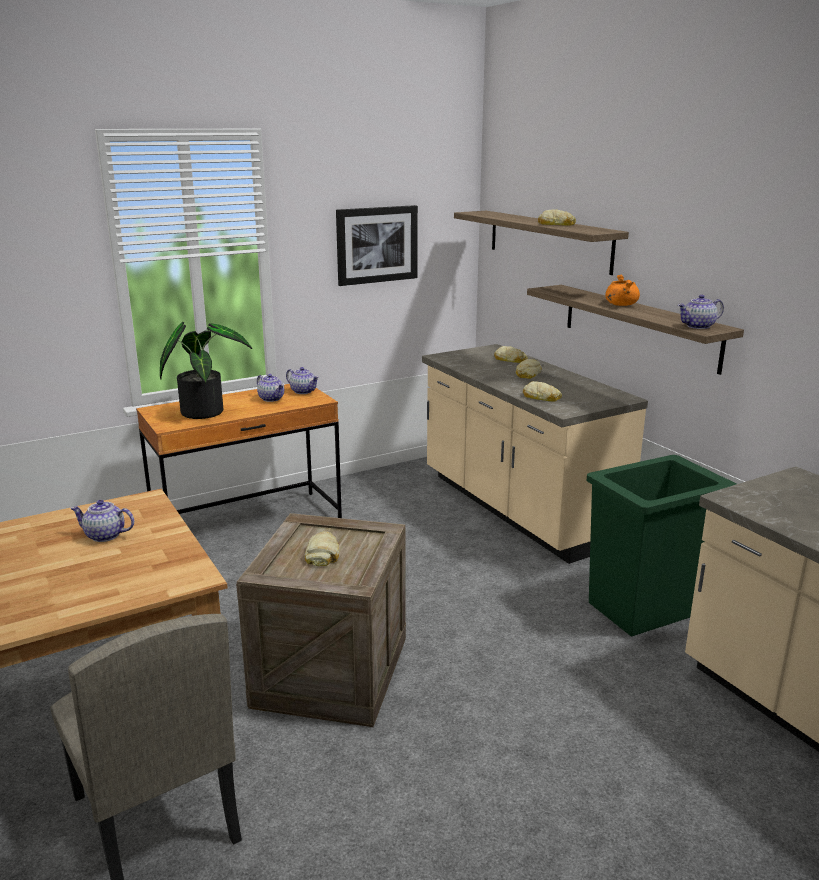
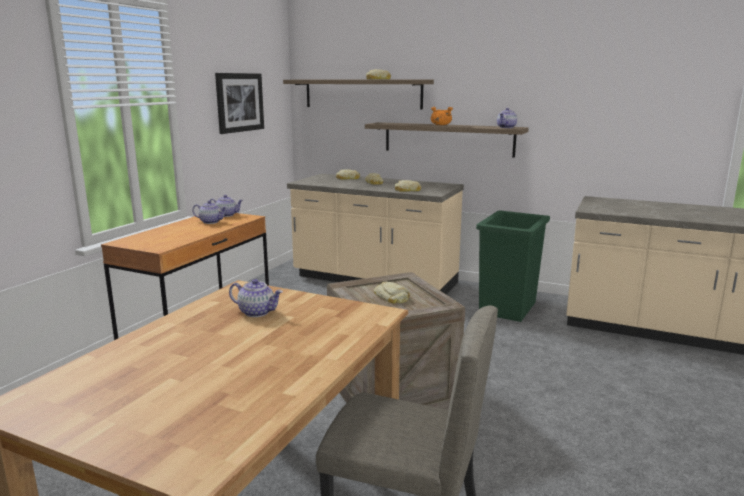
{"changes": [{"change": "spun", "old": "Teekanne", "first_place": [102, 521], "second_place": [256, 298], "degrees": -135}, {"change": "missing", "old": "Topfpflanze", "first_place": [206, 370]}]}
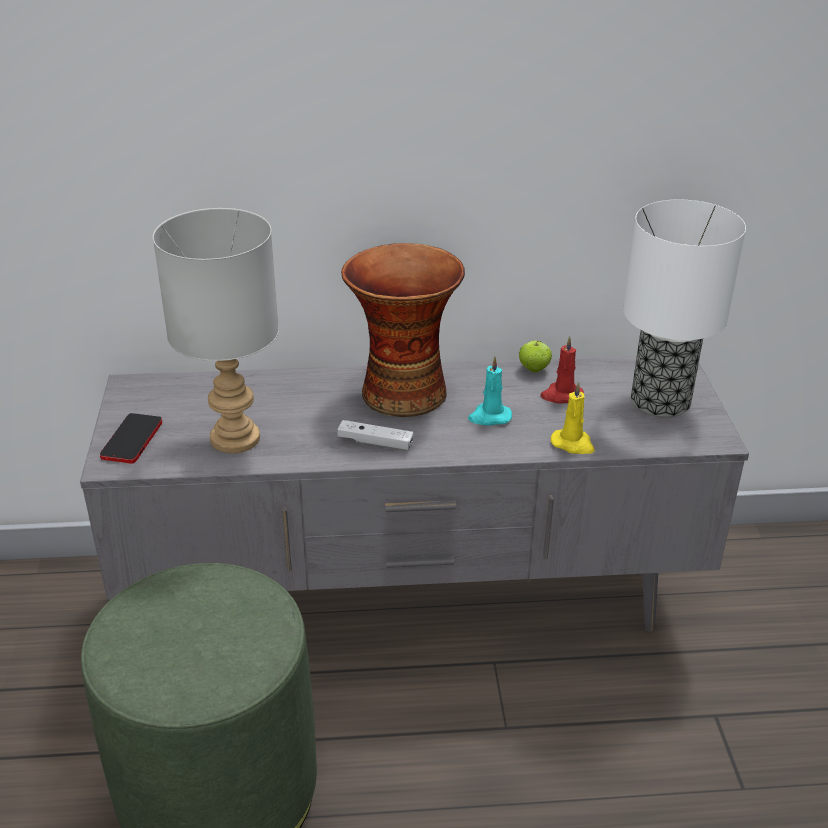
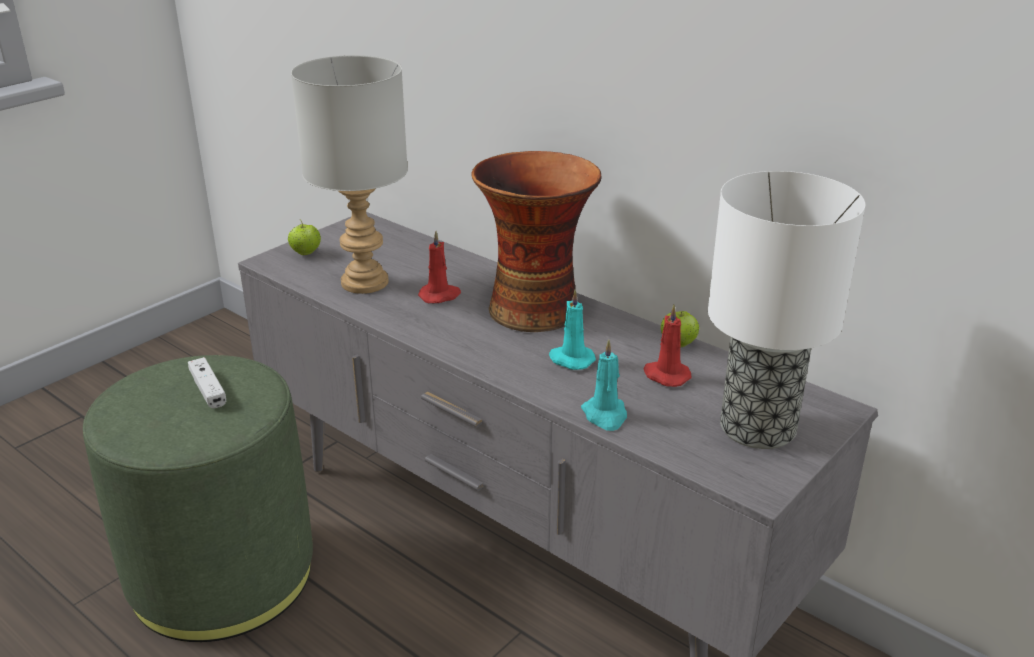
{"changes": [{"change": "exchanged", "old": "Handy", "new": "Apfel", "first_place": [131, 438], "second_place": [304, 237]}, {"change": "relocated", "old": "Gamepad (weiß)", "first_place": [375, 435], "second_place": [207, 382]}, {"change": "colour", "old": "Kerze (gelb)", "new": "Kerze (türkis)", "first_place": [573, 418], "second_place": [604, 385]}, {"change": "appeared", "new": "Kerze (rot)", "second_place": [439, 267]}]}
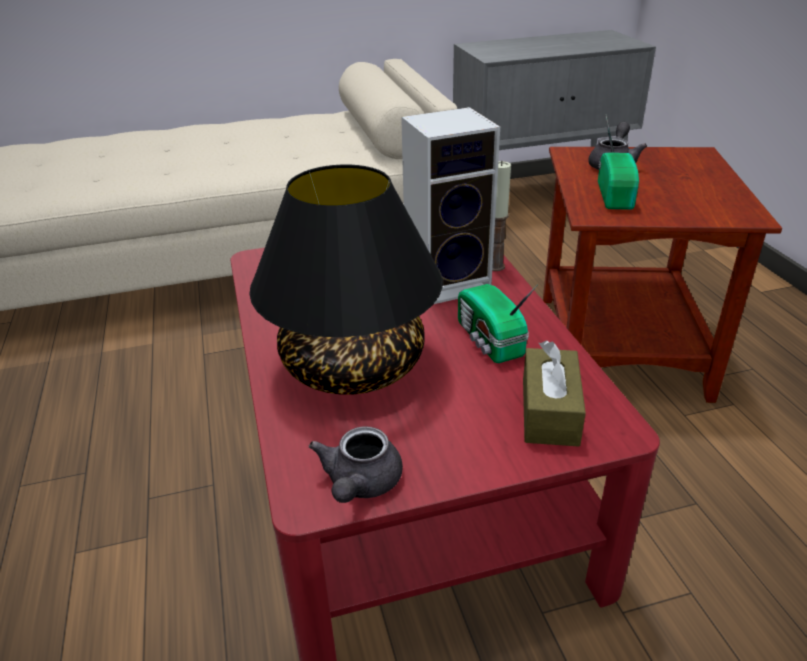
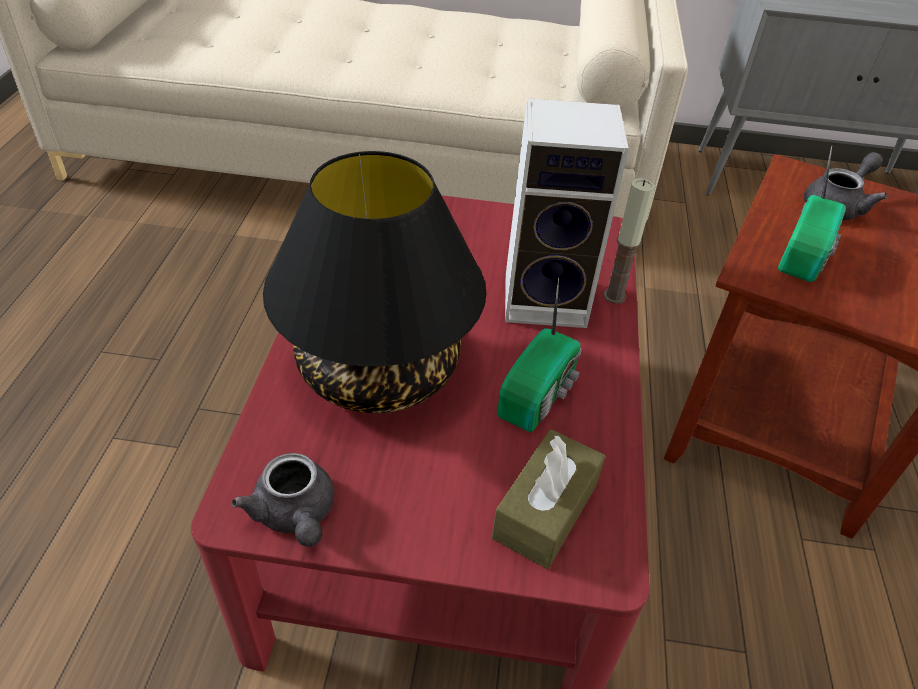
{"changes": [{"change": "spun", "old": "Teekanne (grau)", "first_place": [356, 464], "second_place": [282, 500], "degrees": -60}, {"change": "spun", "old": "Radio", "first_place": [498, 323], "second_place": [539, 355], "degrees": -150}]}
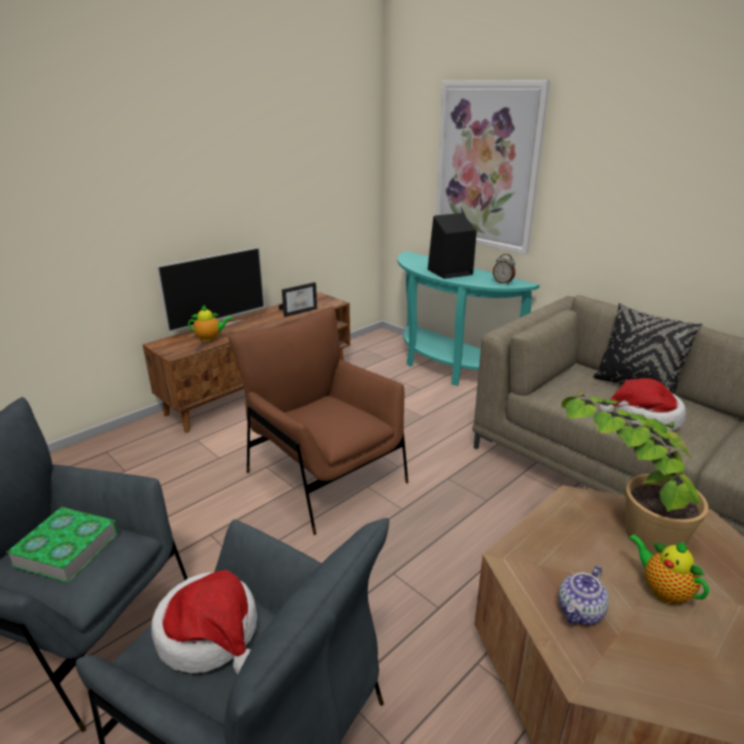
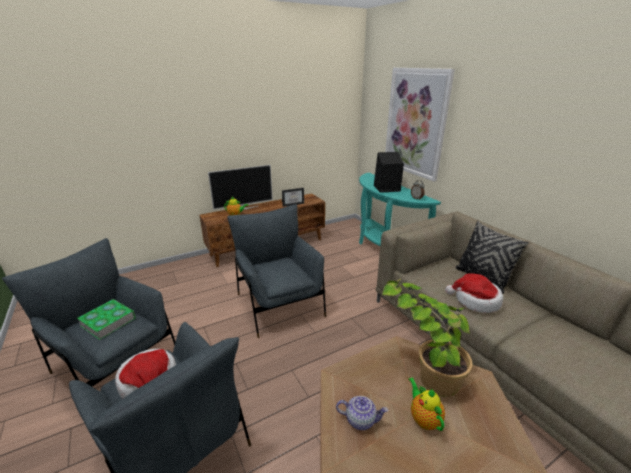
{"changes": [{"change": "colour", "old": "Sessel (braun)", "new": "Sessel (grau)", "first_place": [318, 420], "second_place": [276, 271]}, {"change": "spun", "old": "Teekanne", "first_place": [583, 595], "second_place": [362, 413], "degrees": -135}]}
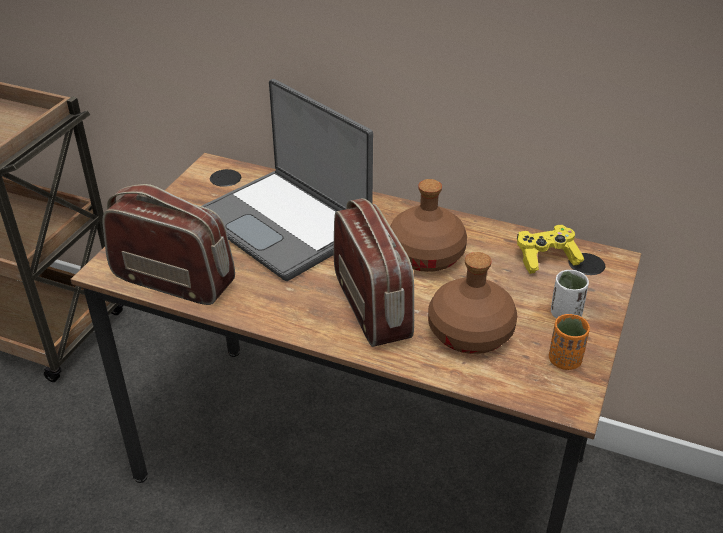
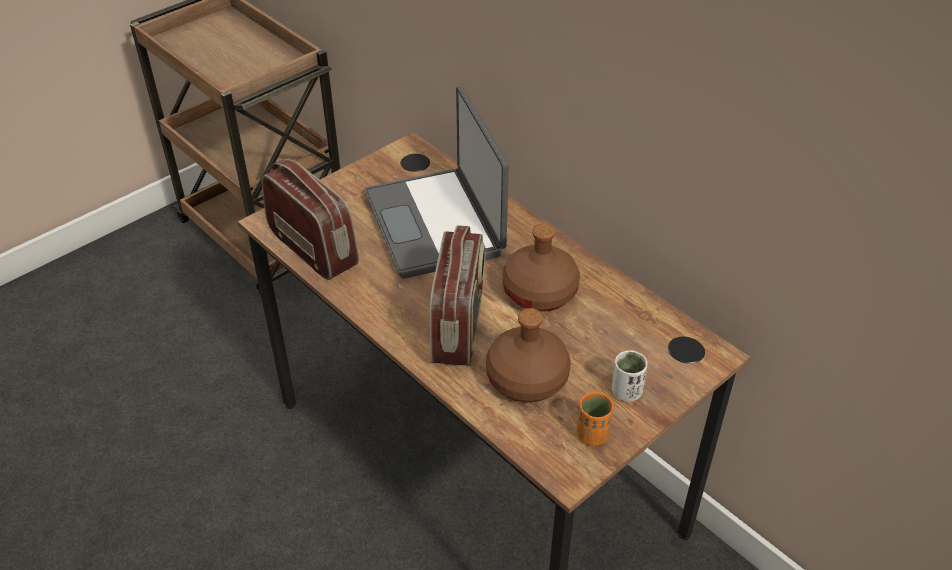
{"changes": [{"change": "missing", "old": "Gamepad (gelb)", "first_place": [550, 249]}]}
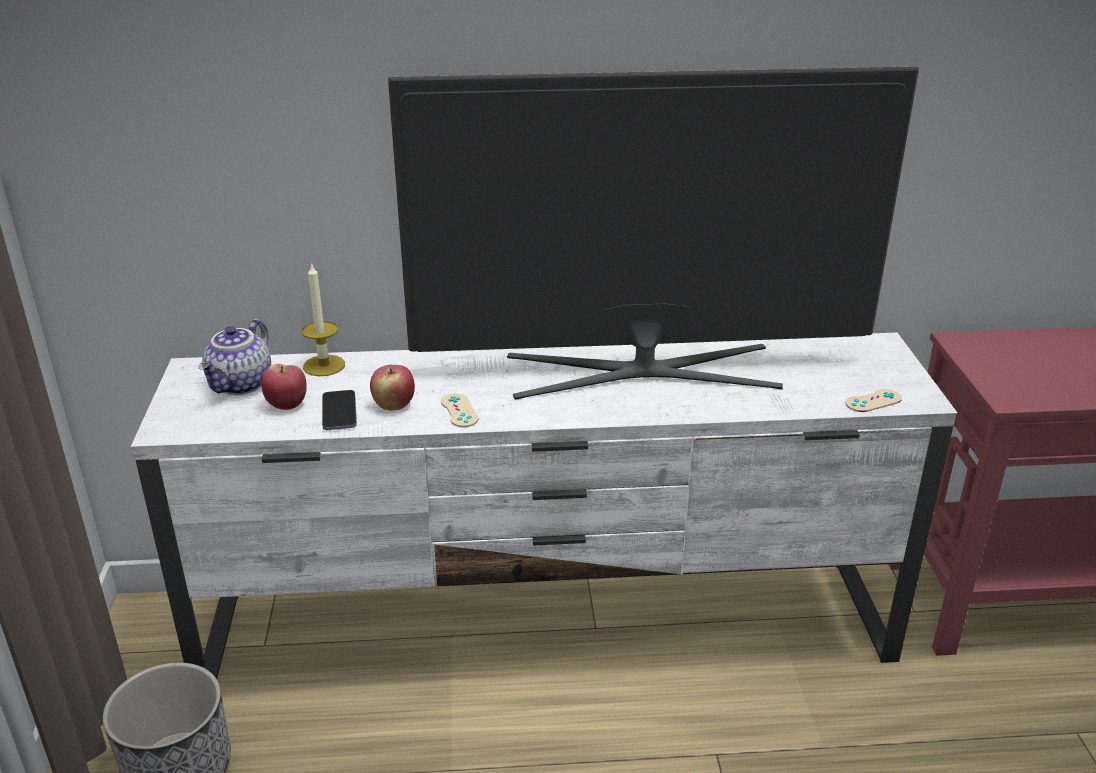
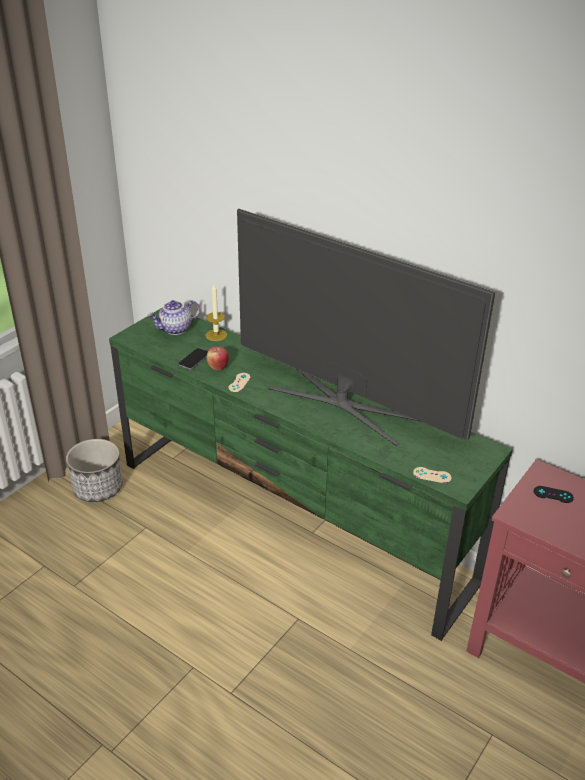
{"changes": [{"change": "colour", "old": "Fernsehschrank (weiß)", "new": "Fernsehschrank (grün)", "first_place": [544, 506], "second_place": [311, 475]}, {"change": "missing", "old": "Apfel", "first_place": [284, 387]}, {"change": "appeared", "new": "Gamepad (schwarz)", "second_place": [554, 494]}]}
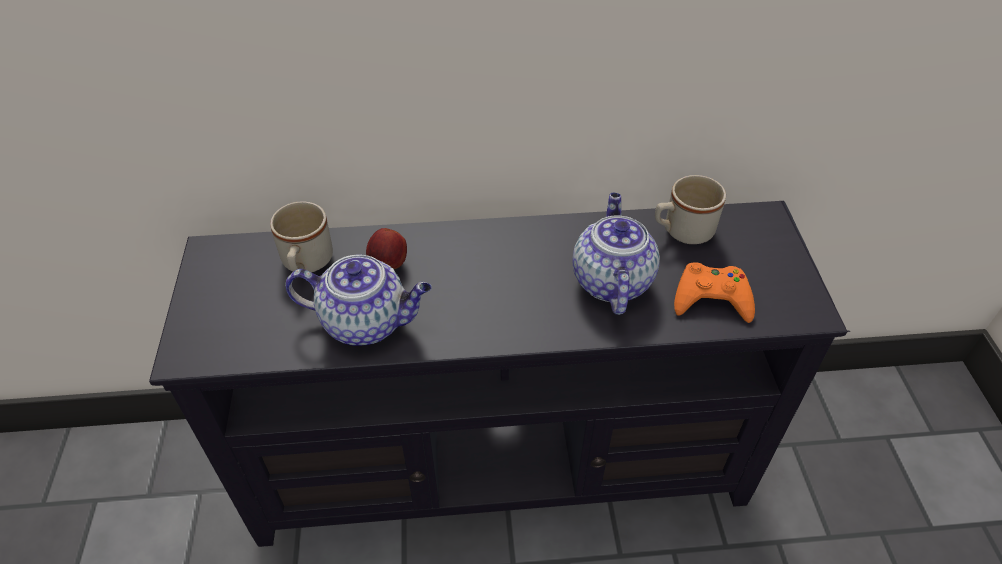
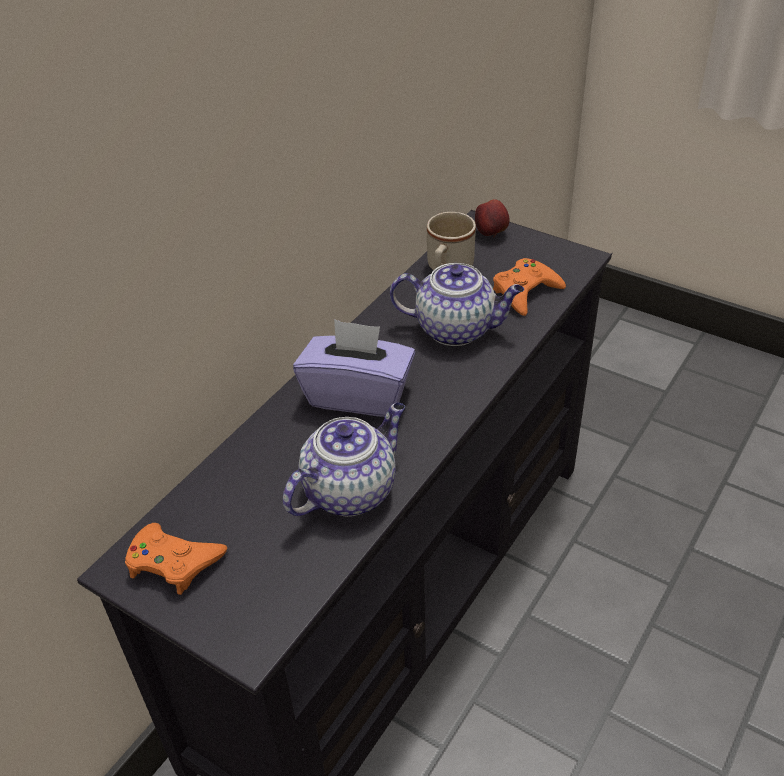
{"changes": [{"change": "missing", "old": "Henkelbecher (beige)", "first_place": [301, 237]}, {"change": "relocated", "old": "Apfel", "first_place": [386, 248], "second_place": [492, 218]}, {"change": "spun", "old": "Teekanne", "first_place": [616, 254], "second_place": [457, 304], "degrees": 150}, {"change": "appeared", "new": "Gamepad (orange)", "second_place": [176, 559]}, {"change": "appeared", "new": "Taschentuchbox (lila)", "second_place": [354, 368]}]}
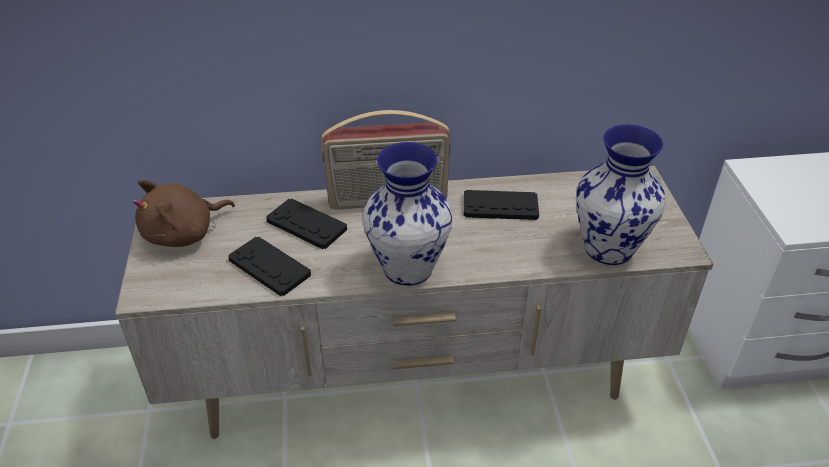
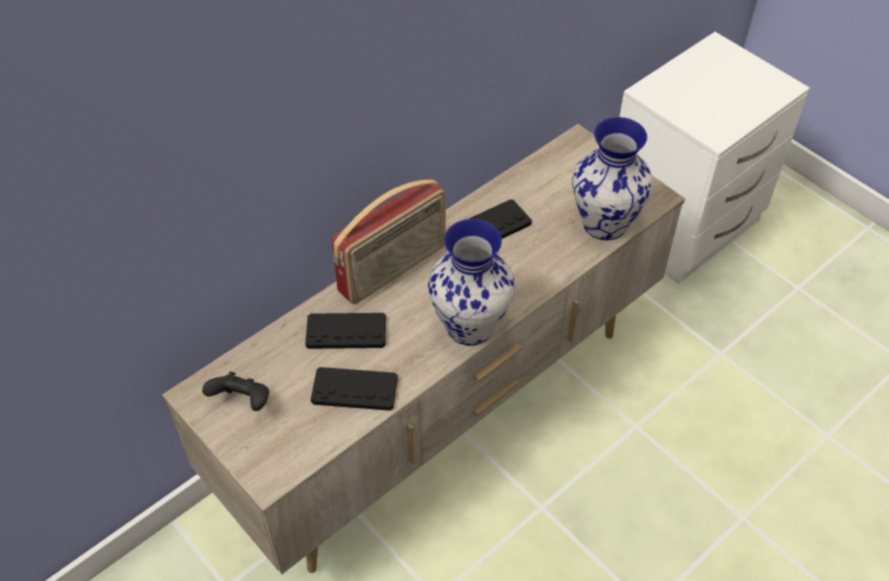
{"changes": [{"change": "exchanged", "old": "Plüschtier (braun)", "new": "Gamepad (schwarz)", "first_place": [184, 213], "second_place": [235, 391]}]}
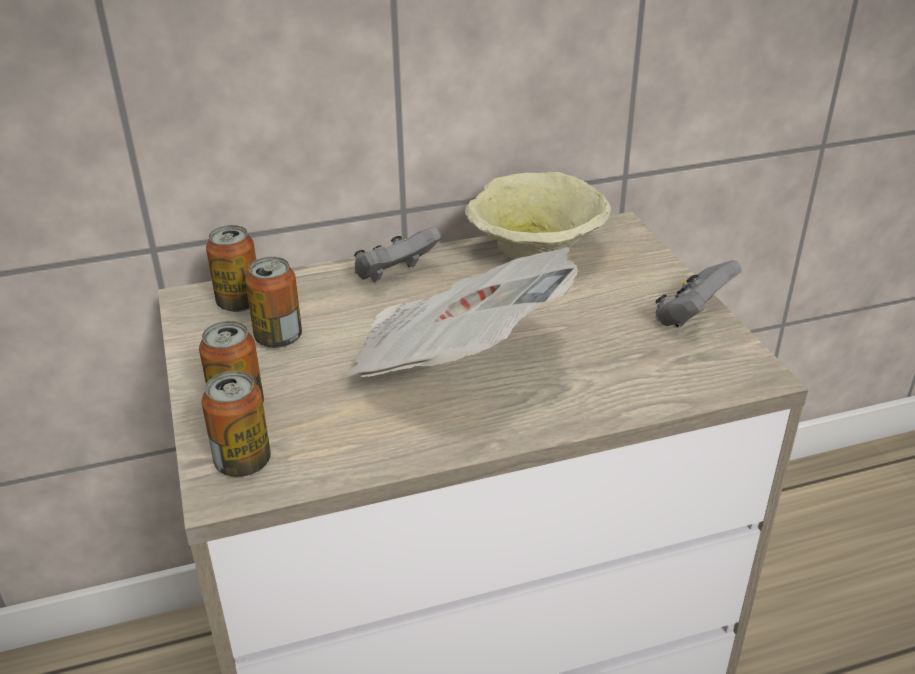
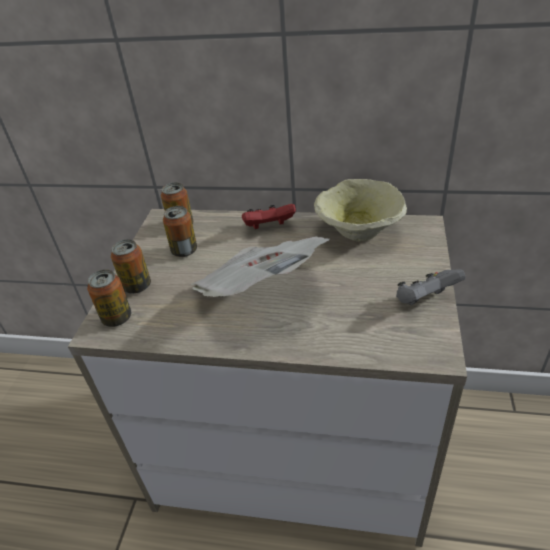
{"changes": [{"change": "colour", "old": "Gamepad (grau)", "new": "Gamepad (rot)", "first_place": [397, 254], "second_place": [269, 216]}]}
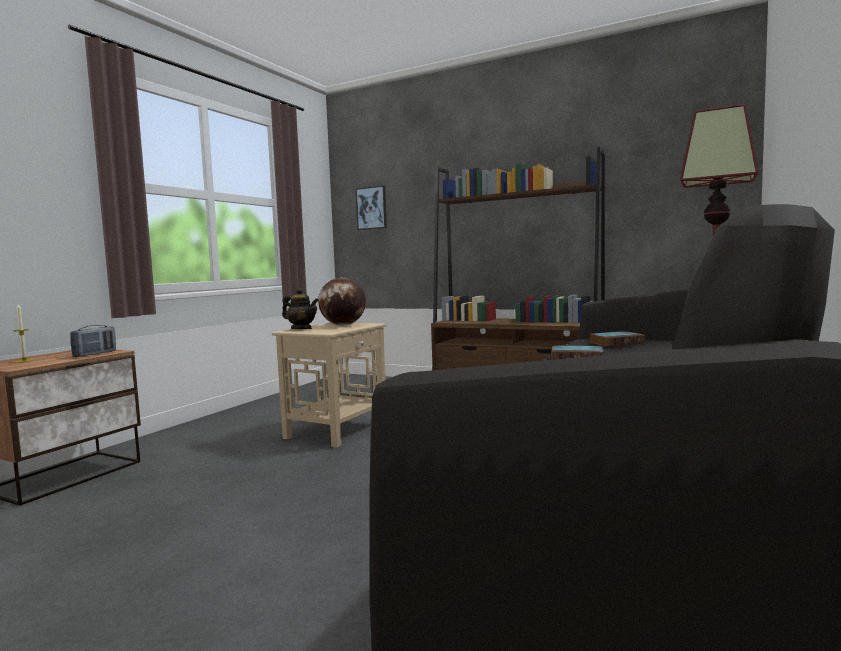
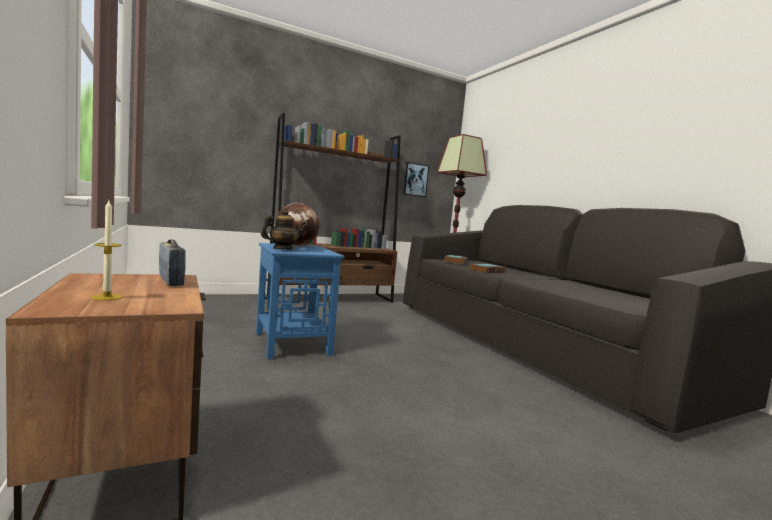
{"changes": [{"change": "colour", "old": "Beistelltisch (beige)", "new": "Beistelltisch (blau)", "first_place": [329, 385], "second_place": [300, 301]}, {"change": "relocated", "old": "Bild", "first_place": [371, 207], "second_place": [416, 179]}]}
